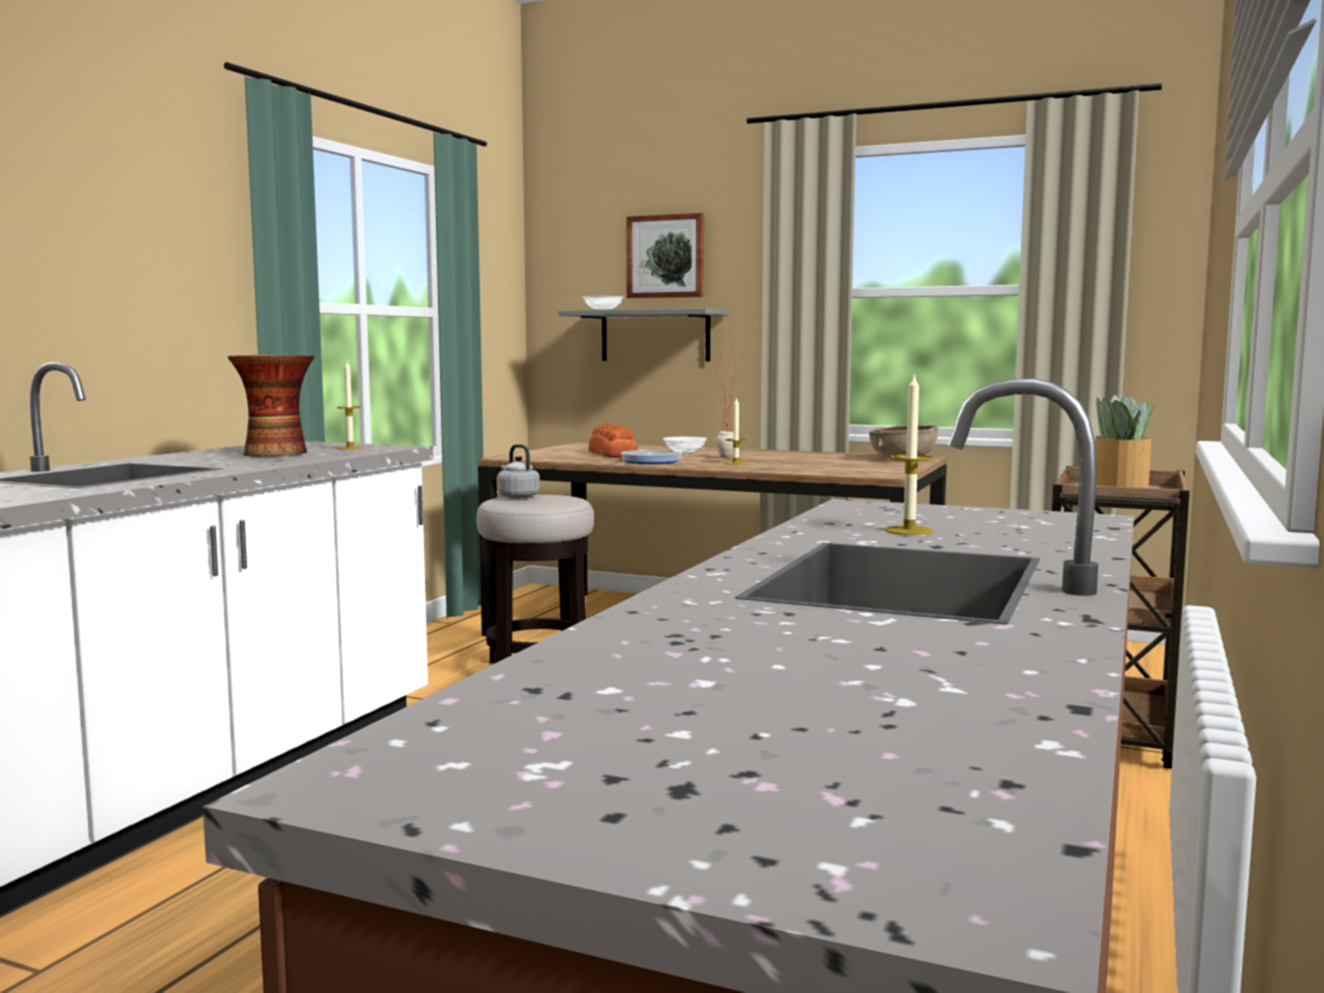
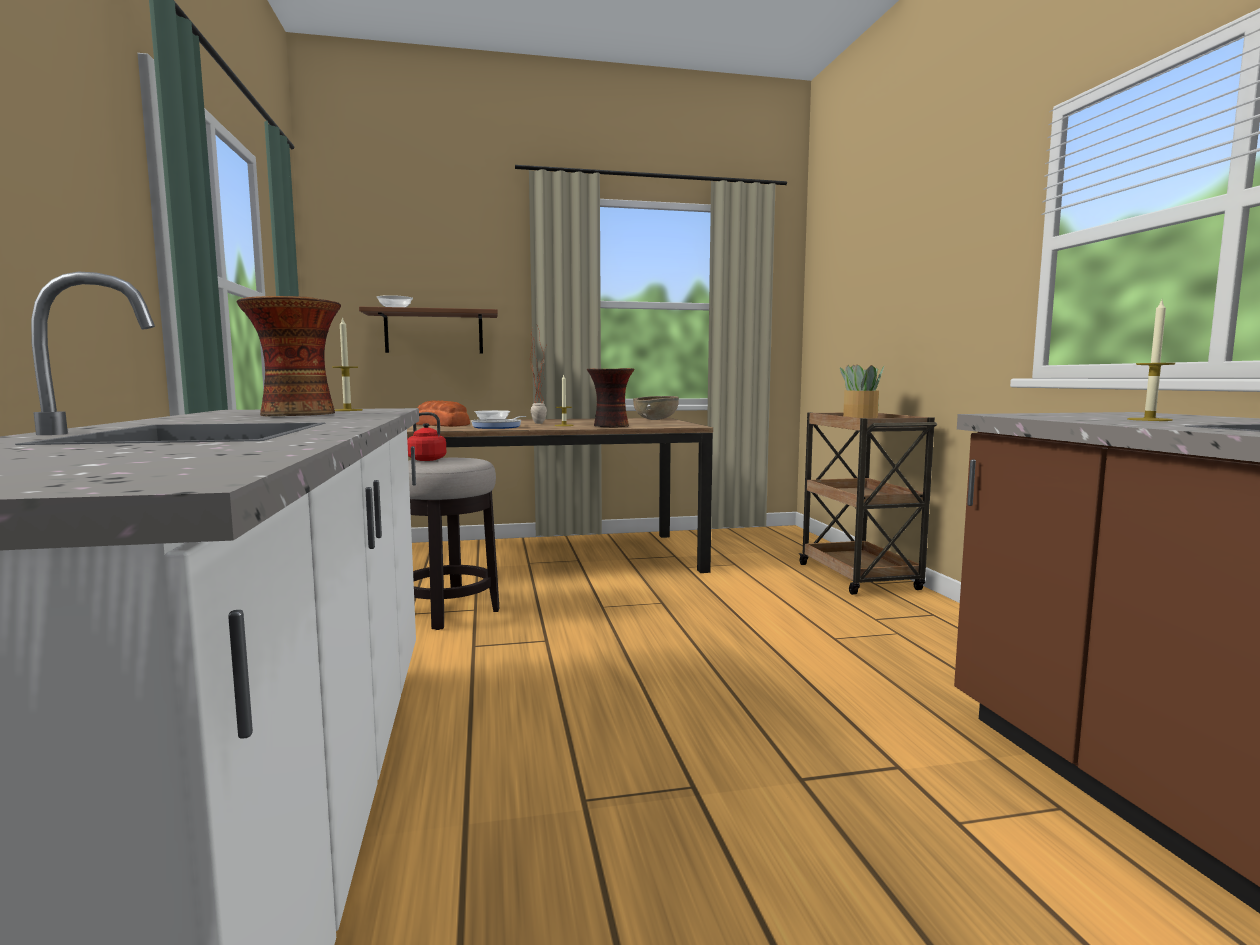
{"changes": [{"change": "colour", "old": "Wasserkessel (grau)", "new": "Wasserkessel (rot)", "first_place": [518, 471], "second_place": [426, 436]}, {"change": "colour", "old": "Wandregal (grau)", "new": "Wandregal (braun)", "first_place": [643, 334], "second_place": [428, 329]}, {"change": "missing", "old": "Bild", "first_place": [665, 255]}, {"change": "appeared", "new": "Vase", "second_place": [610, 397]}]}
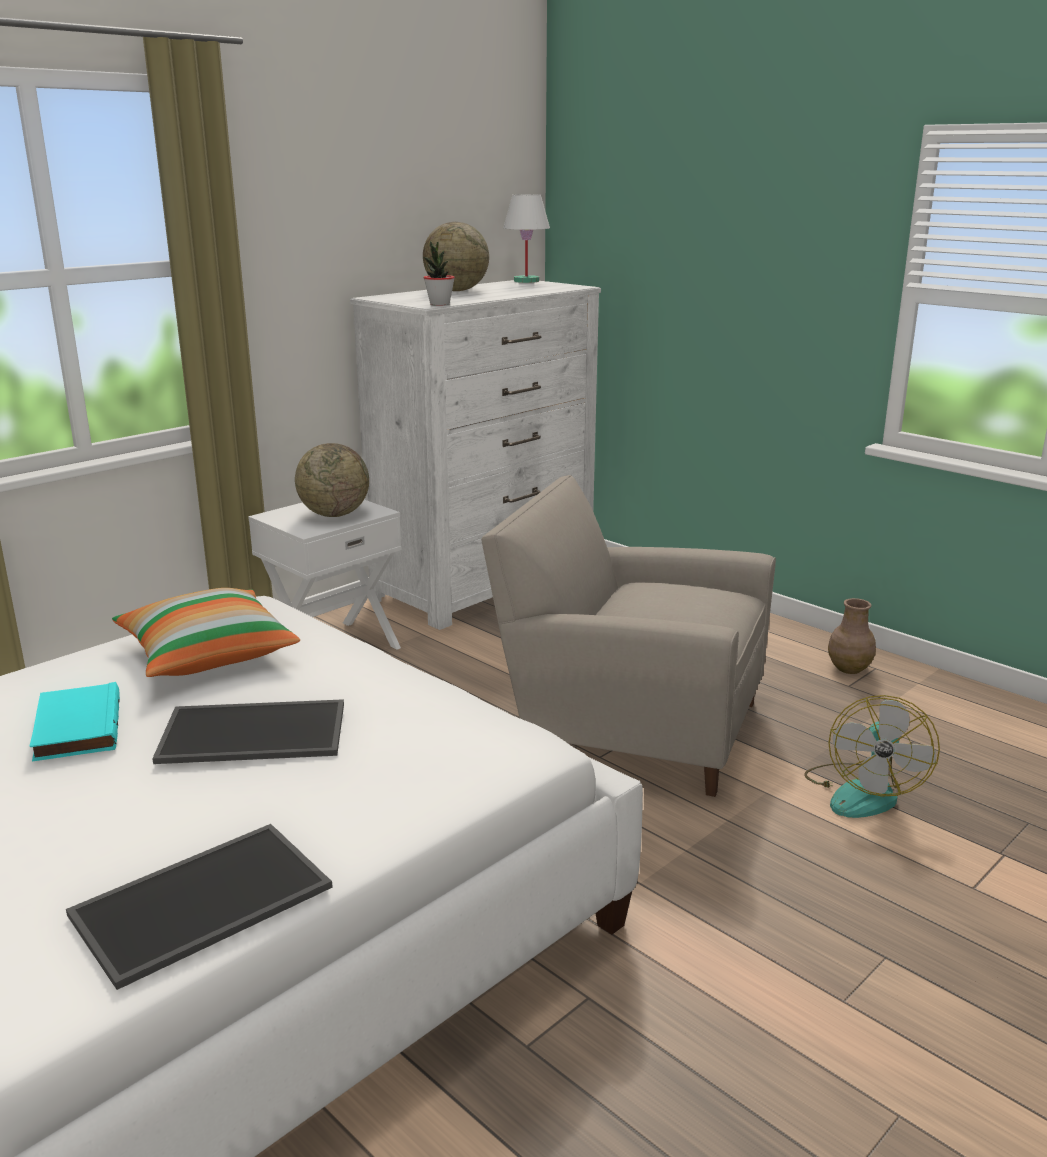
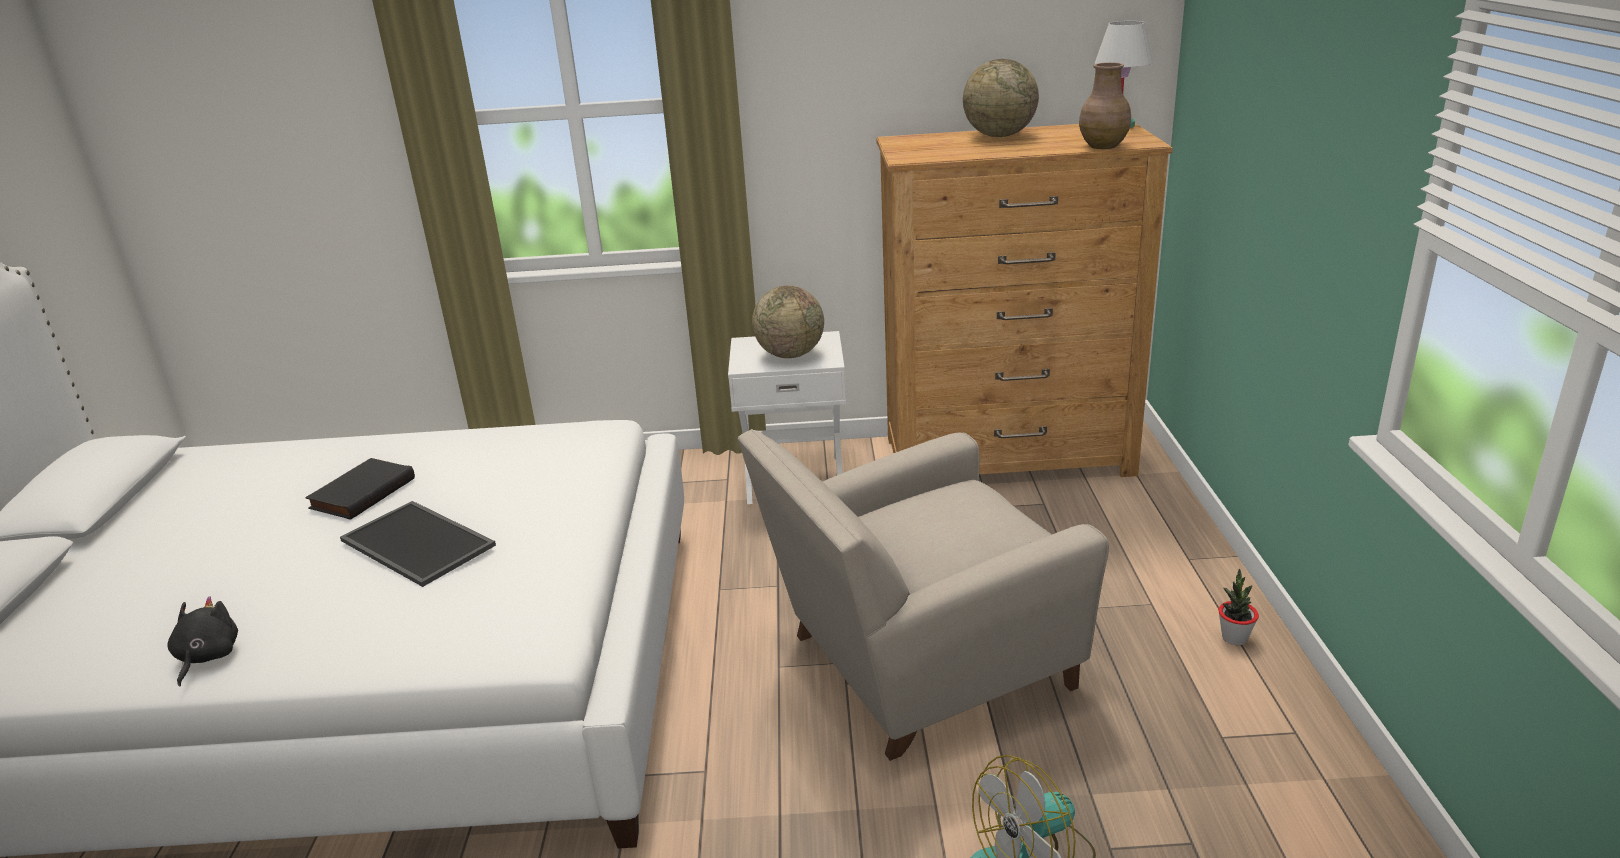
{"changes": [{"change": "colour", "old": "Buch (türkis)", "new": "Buch (schwarz)", "first_place": [74, 722], "second_place": [360, 489]}, {"change": "exchanged", "old": "Tablett", "new": "Plüschtier (schwarz)", "first_place": [199, 907], "second_place": [202, 641]}, {"change": "missing", "old": "Kissen", "first_place": [206, 632]}, {"change": "colour", "old": "Kommode (weiß)", "new": "Kommode (braun)", "first_place": [475, 455], "second_place": [1024, 300]}, {"change": "relocated", "old": "Topfpflanze", "first_place": [439, 273], "second_place": [1238, 606]}, {"change": "spun", "old": "Sessel (beige)", "first_place": [628, 636], "second_place": [923, 595], "degrees": -90}, {"change": "relocated", "old": "Vase (braun)", "first_place": [852, 636], "second_place": [1105, 105]}]}
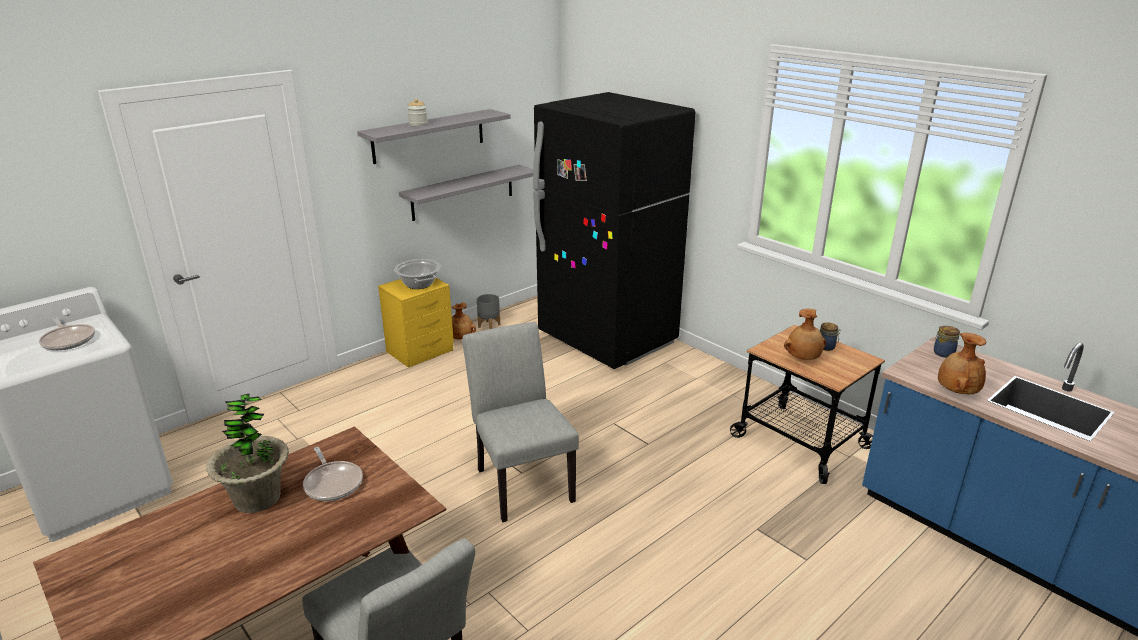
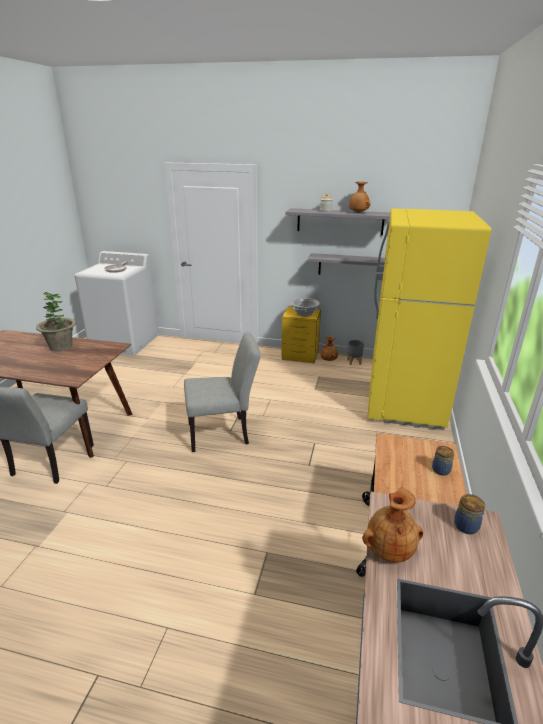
{"changes": [{"change": "missing", "old": "Pfanne", "first_place": [333, 474]}, {"change": "spun", "old": "Stuhl (grau)", "first_place": [520, 422], "second_place": [222, 392], "degrees": 45}, {"change": "colour", "old": "Kühlschrank (schwarz)", "new": "Kühlschrank (gelb)", "first_place": [614, 230], "second_place": [429, 319]}, {"change": "relocated", "old": "Vase (braun)", "first_place": [805, 334], "second_place": [359, 197]}]}
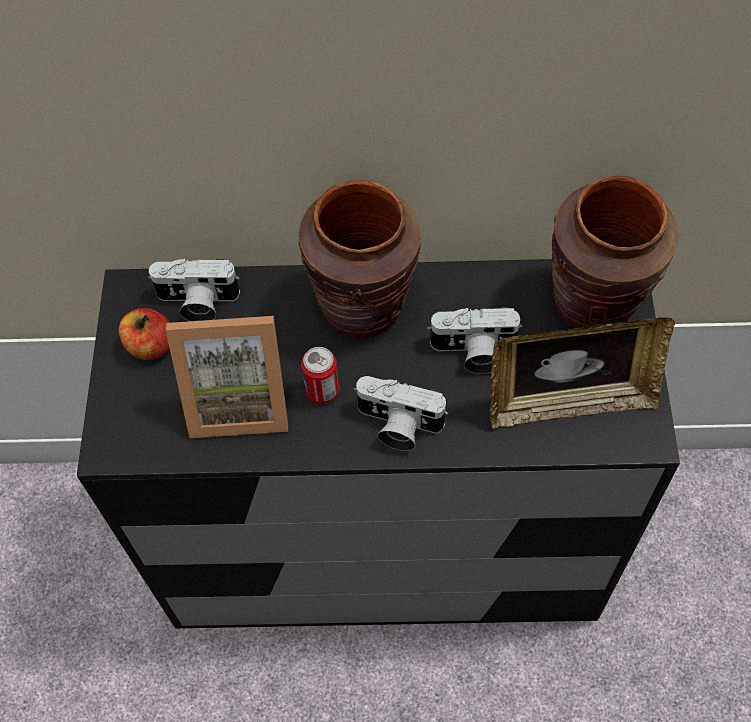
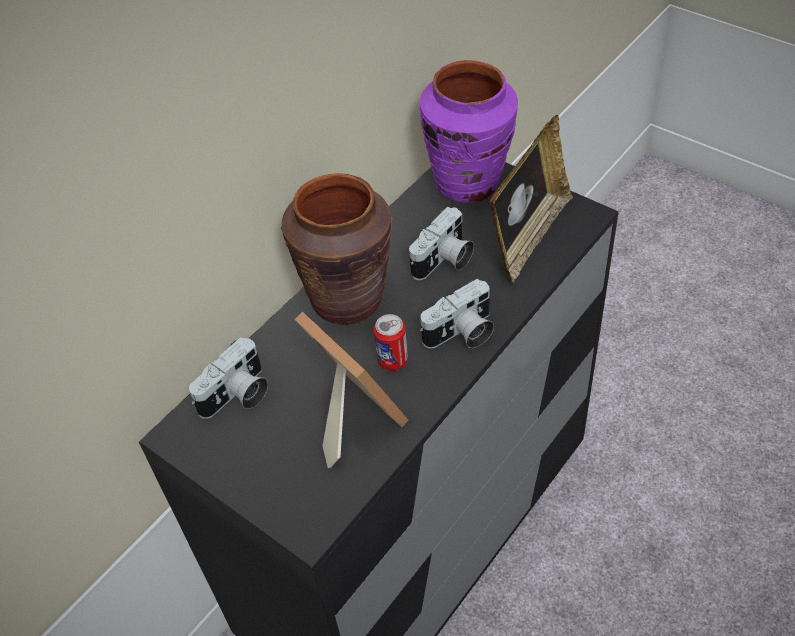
{"changes": [{"change": "missing", "old": "Apfel", "first_place": [144, 334]}, {"change": "spun", "old": "Bilderrahmen", "first_place": [227, 377], "second_place": [352, 390], "degrees": -75}, {"change": "colour", "old": "Vase (braun)", "new": "Vase (lila)", "first_place": [615, 251], "second_place": [468, 131]}]}
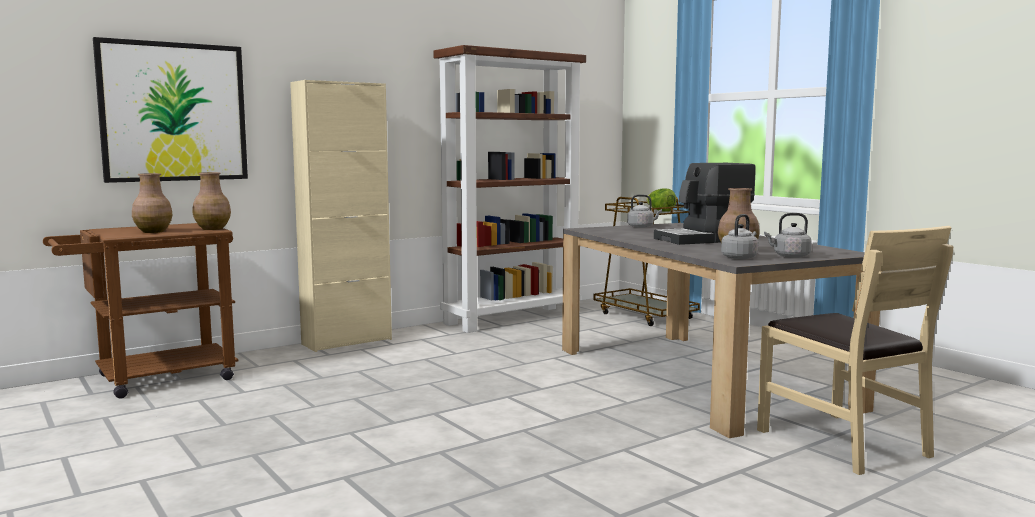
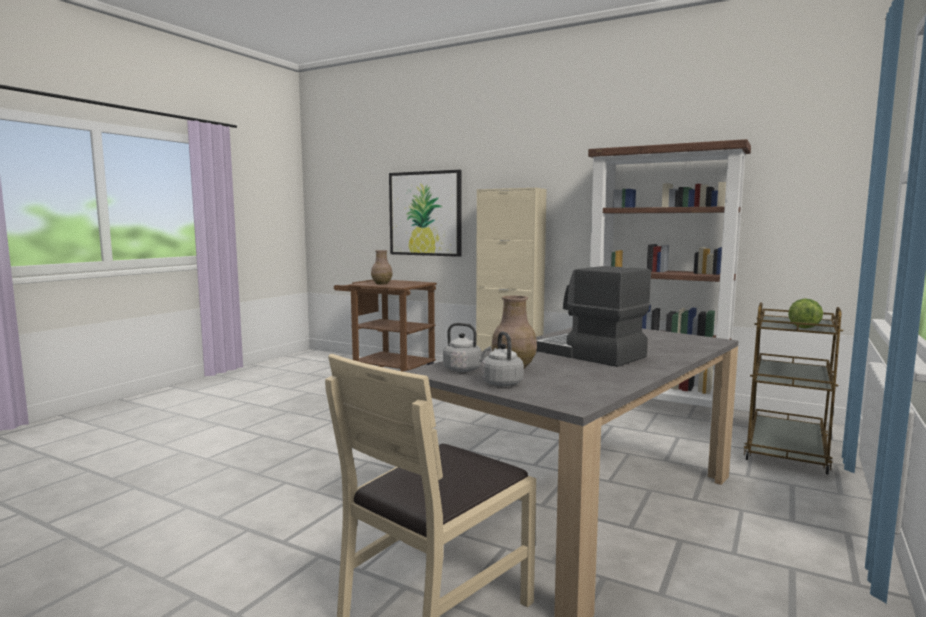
{"changes": [{"change": "missing", "old": "Vase (braun)", "first_place": [211, 201]}, {"change": "missing", "old": "Wasserkessel (grau)", "first_place": [644, 211]}]}
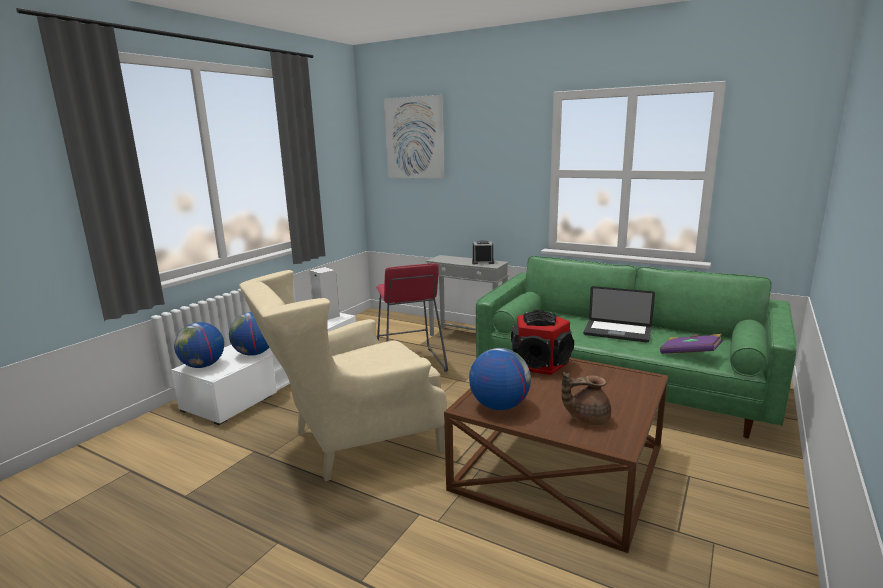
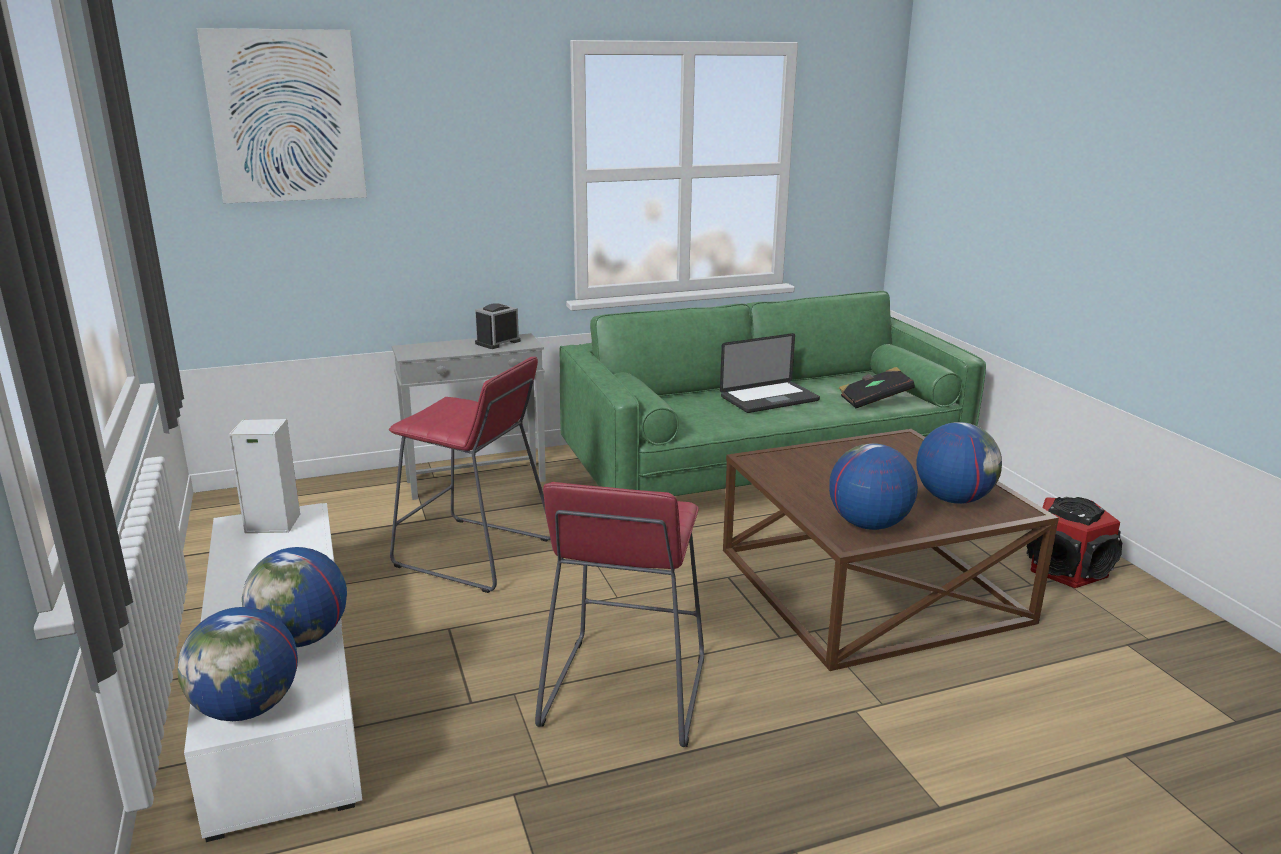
{"changes": [{"change": "exchanged", "old": "Sessel (beige)", "new": "Hocker (rot)", "first_place": [343, 376], "second_place": [619, 614]}, {"change": "relocated", "old": "Lautsprecher", "first_place": [542, 342], "second_place": [1074, 542]}, {"change": "exchanged", "old": "Teekanne (braun)", "new": "Globus", "first_place": [586, 399], "second_place": [959, 463]}, {"change": "colour", "old": "Buch (lila)", "new": "Buch (schwarz)", "first_place": [691, 344], "second_place": [877, 387]}]}
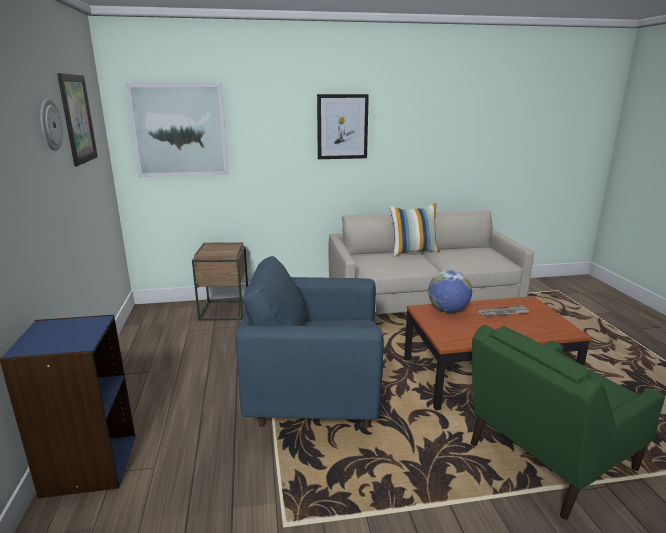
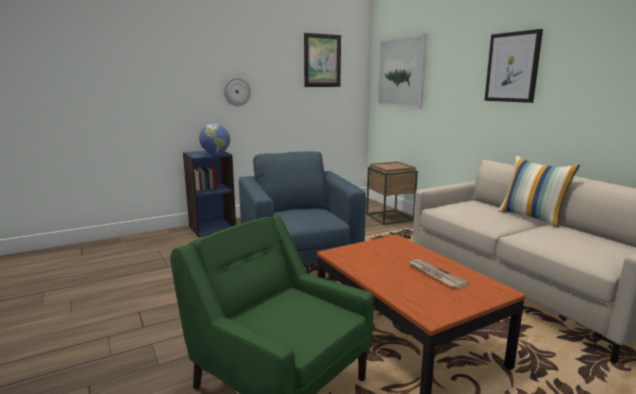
{"changes": [{"change": "relocated", "old": "Wanduhr", "first_place": [51, 125], "second_place": [237, 91]}, {"change": "relocated", "old": "Globus", "first_place": [450, 291], "second_place": [214, 138]}]}
